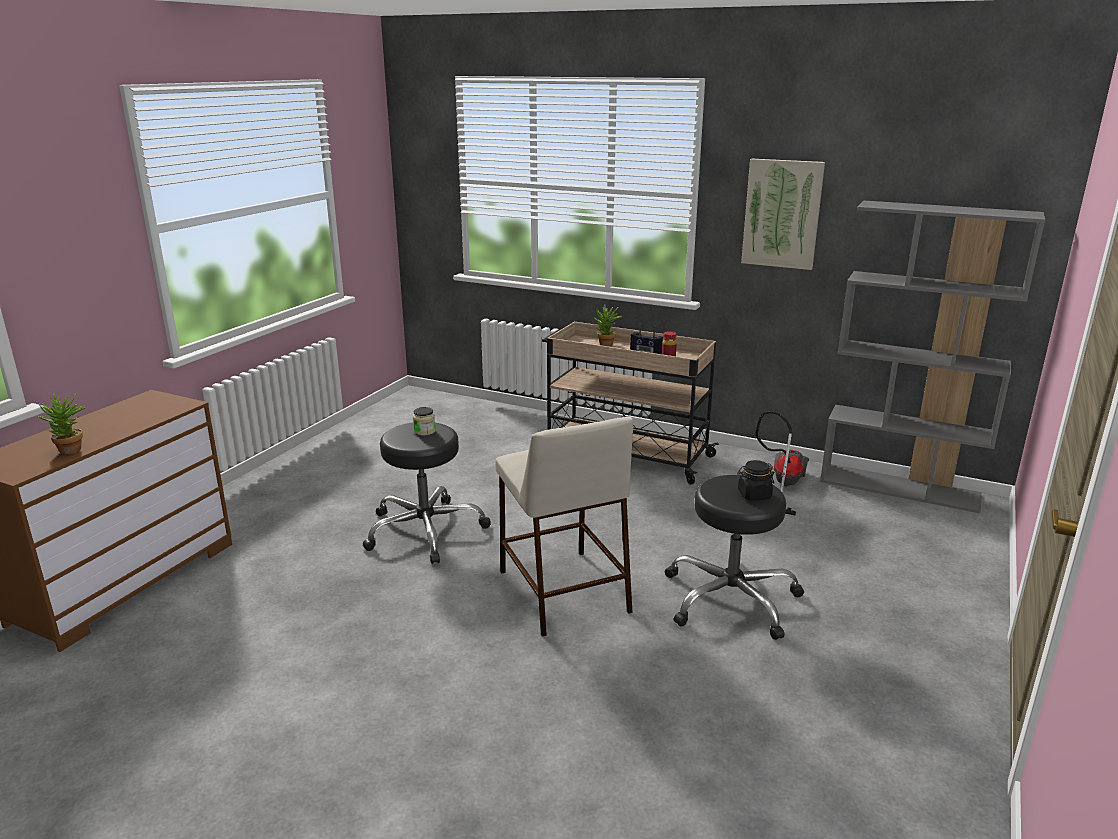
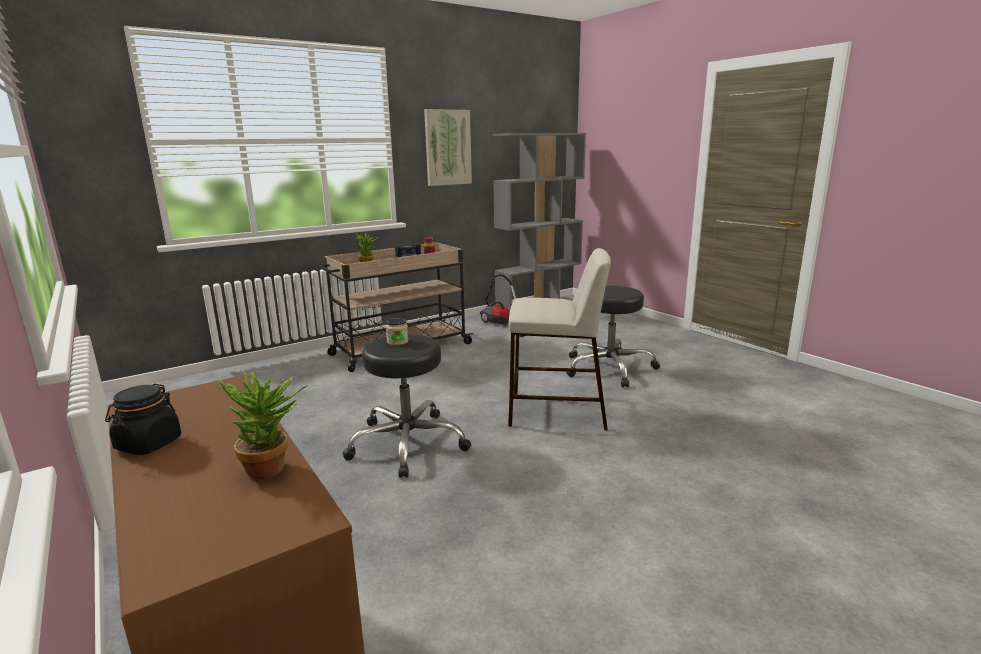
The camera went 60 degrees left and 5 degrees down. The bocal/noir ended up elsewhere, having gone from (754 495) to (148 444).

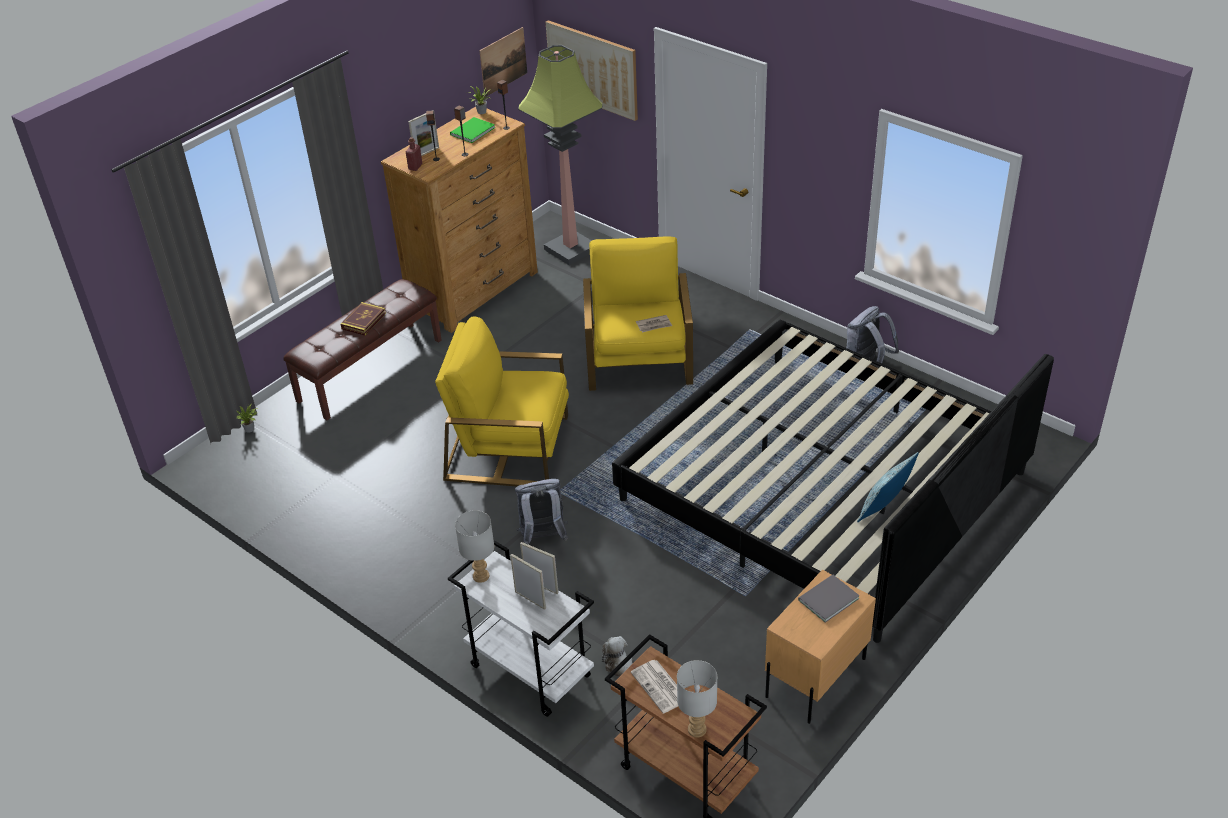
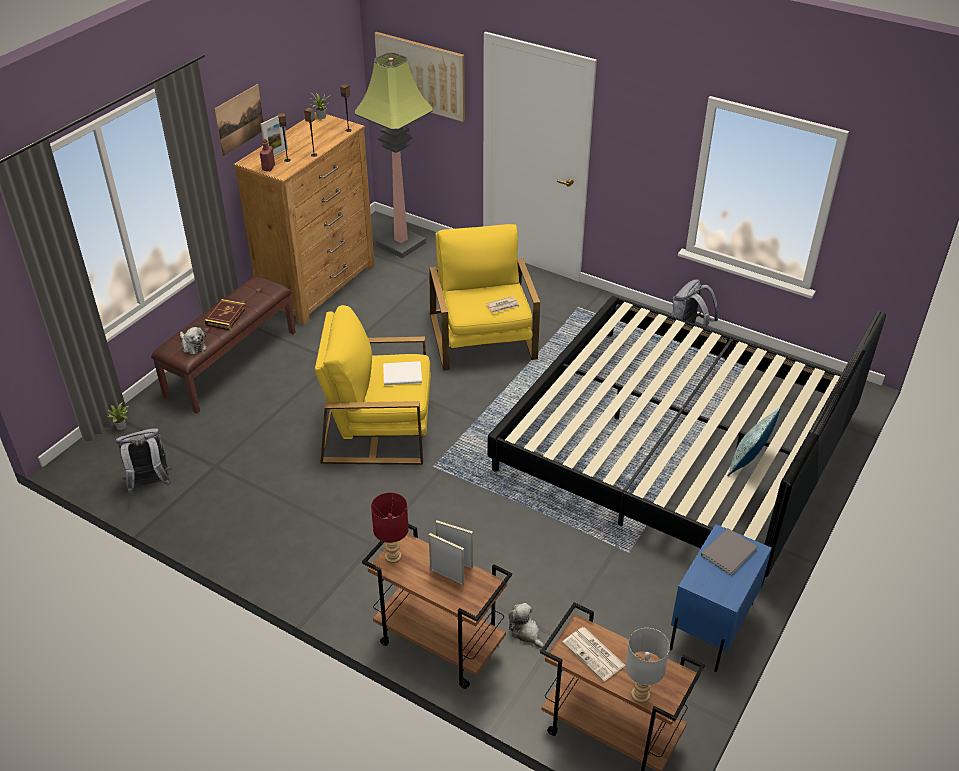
The camera went 10 degrees left and 0 degrees up. The sac à dos/gris ended up elsewhere, having gone from (543 537) to (150 484). The second view gained the peluche at (193 346). The tableau ended up elsewhere, having gone from (503 61) to (239 119). What was the chariot/blanc at (529 671) turned into the chariot/marron at (438 644). What was the lampe de table/gris at (480 576) turned into the lampe de table/rouge at (392 556). The second view gained the livre/blanc at (403 375). What was the table de chevet/beige at (815 677) turned into the table de chevet/bleu at (711 626). The second view lost the livre/vert at (471 131).

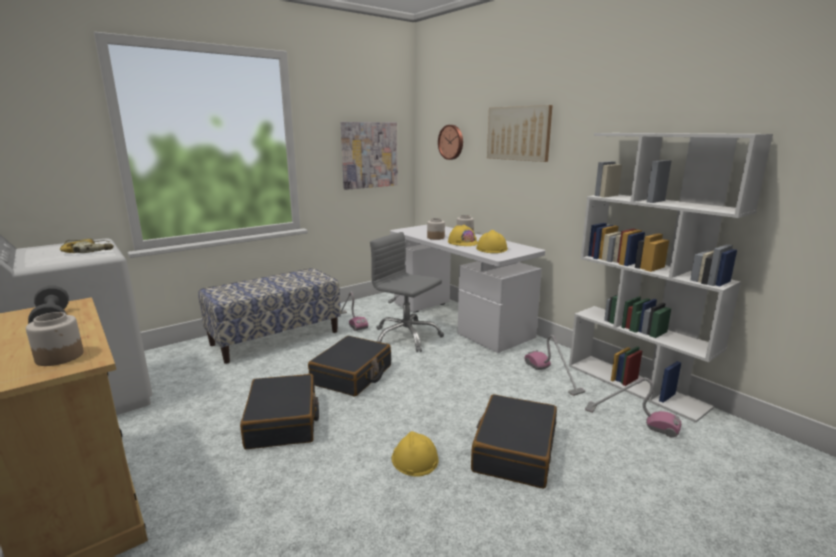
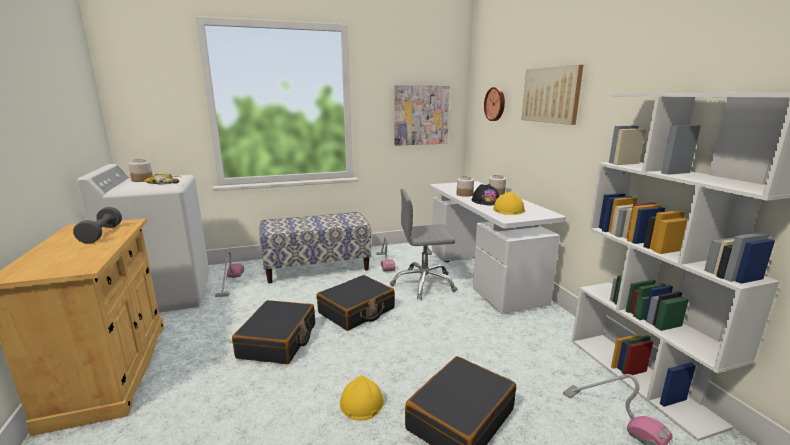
The camera went 20 degrees right and 0 degrees up. The bocal ended up elsewhere, having gone from (60 356) to (142 180). The aspirateur ended up elsewhere, having gone from (553 376) to (230 283). The chaise de bureau/gris at (406 337) ended up facing another way, 60 degrees counterclockwise from before. What was the casque de chantier/jaune at (462 242) turned into the casque de chantier/noir at (486 201).

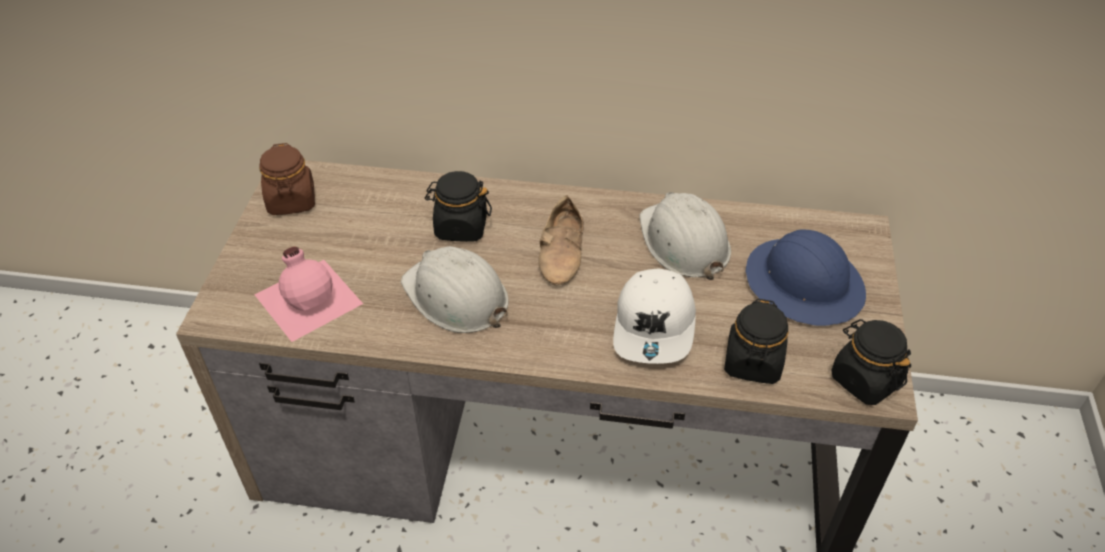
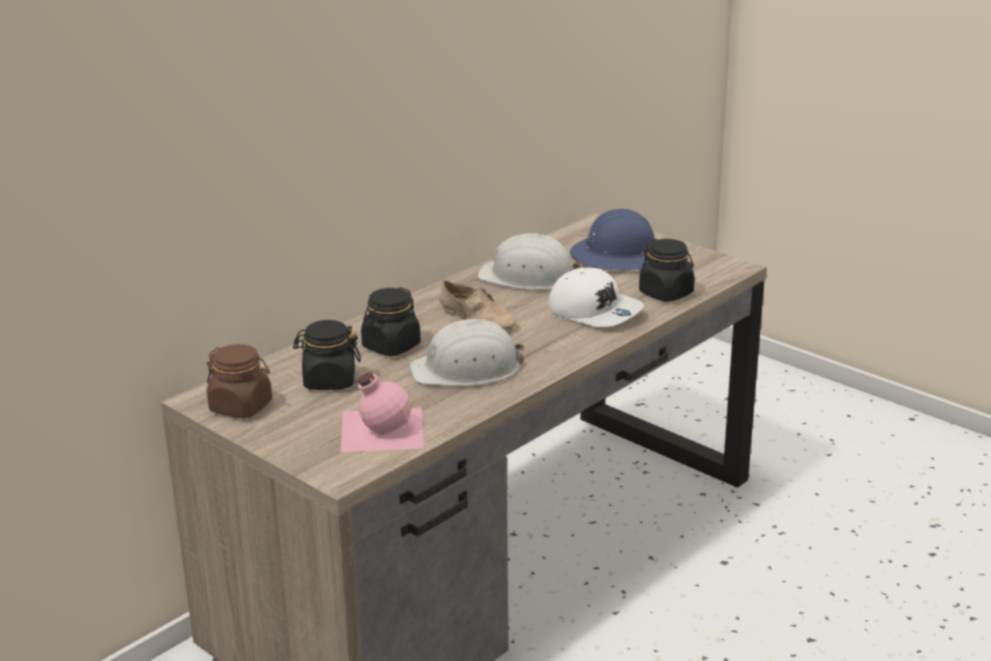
The camera went 55 degrees left and 20 degrees down. The bocal/noir ended up elsewhere, having gone from (865 380) to (329 381).

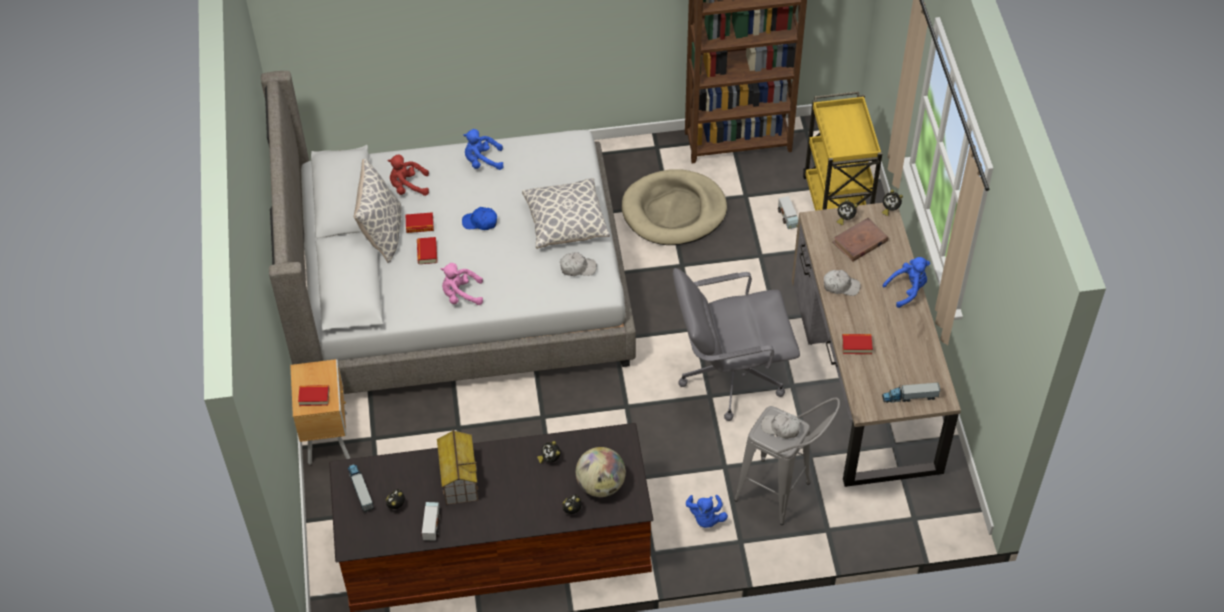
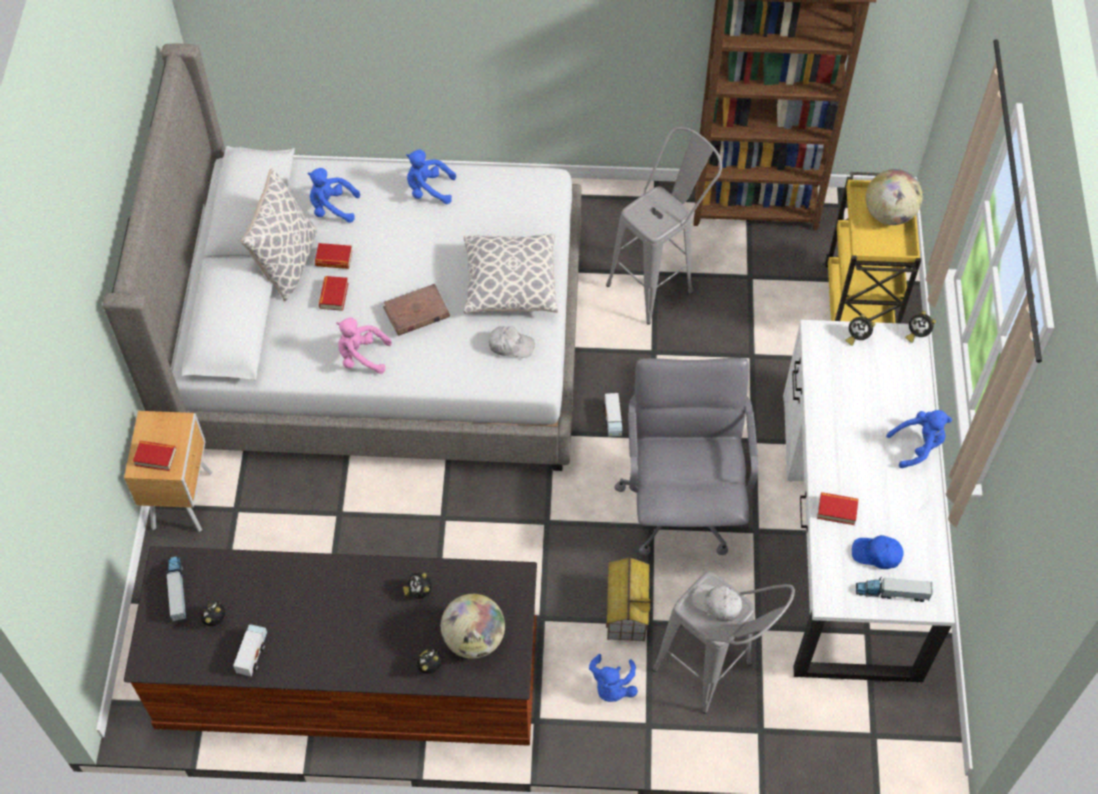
The camera went 10 degrees right and 5 degrees up. What was the peluche/rouge at (408 186) turned into the peluche/bleu at (332 208). The livre/marron ended up elsewhere, having gone from (860 242) to (416 312). The camion jouet ended up elsewhere, having gone from (788 217) to (613 420). Where the panier pour chien/beige stood at (674 211), the tabouret/gris came to stand at (659 282). The maison miniature ended up elsewhere, having gone from (459 479) to (626 610). The chaise de bureau/gris at (730 375) ended up facing another way, 90 degrees clockwise from before. What was the bureau/marron at (864 374) turned into the bureau/blanc at (849 532). The casquette/bleu ended up elsewhere, having gone from (480 222) to (876 554). The second view gained the globe at (889 214). The second view lost the casquette/blanc at (840 286).

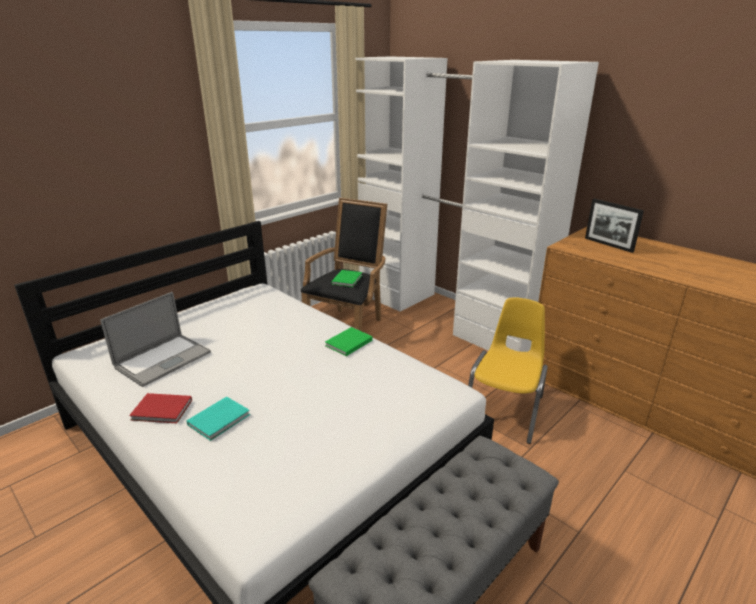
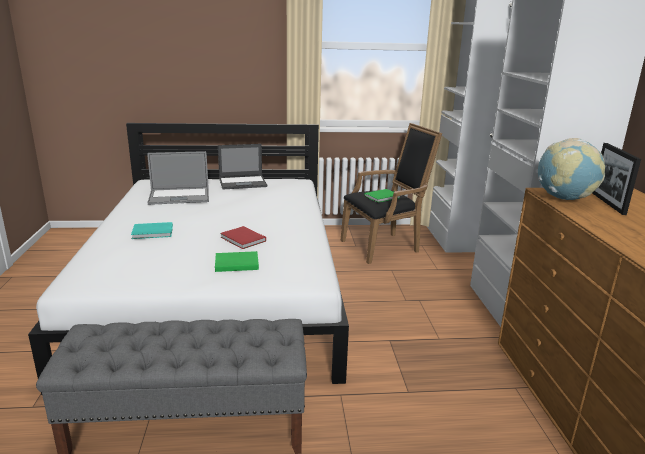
The camera went 40 degrees right and 5 degrees down. The livre/vert ended up elsewhere, having gone from (347 343) to (235 263). The second view gained the ordinateur portable at (243 183). The livre/rouge ended up elsewhere, having gone from (163 410) to (243 240). The second view gained the globe at (564 198). The second view lost the chaise/jaune at (505 410).

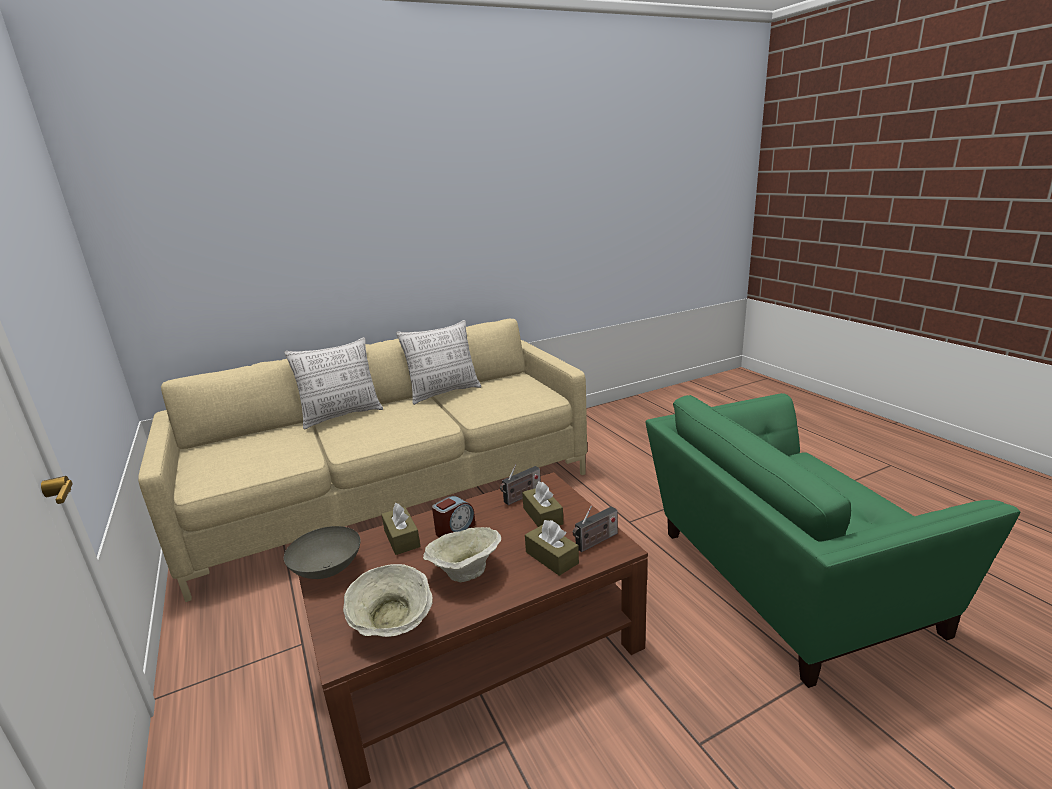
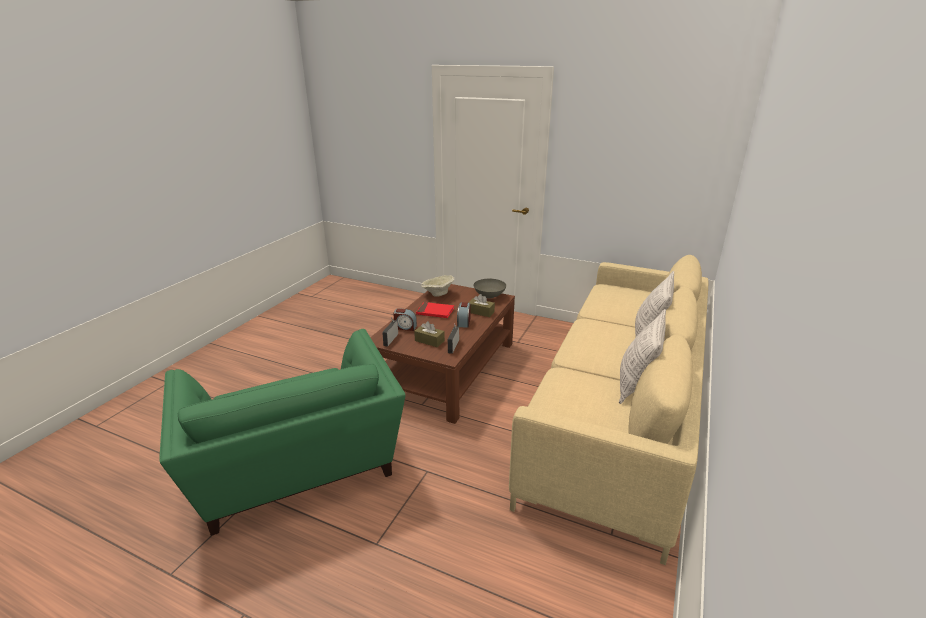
The camera went 140 degrees right and 5 degrees up. The fauteuil/vert at (782 580) ended up facing another way, 120 degrees clockwise from before. Where the boîte à mouchoirs/marron stood at (552 558), the réveil came to stand at (405 327). Where the bol/beige stood at (465 572), the livre/rouge came to stand at (435 312).

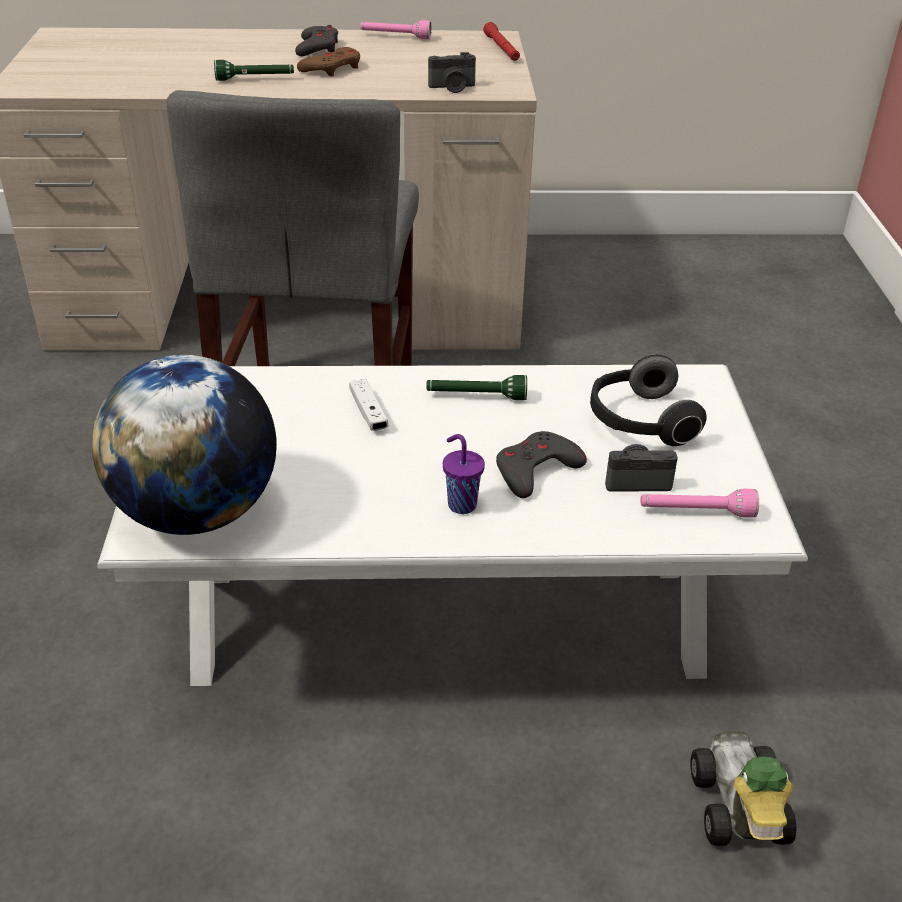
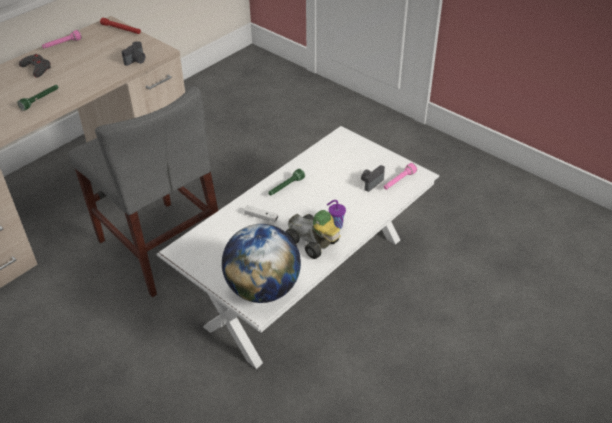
The camera went 45 degrees left and 5 degrees up. The petite voiture ended up elsewhere, having gone from (736 813) to (312 244). The second view lost the manette/marron at (332 68). The second view lost the manette/gris at (536 470). The second view lost the casque audio at (639 422).

